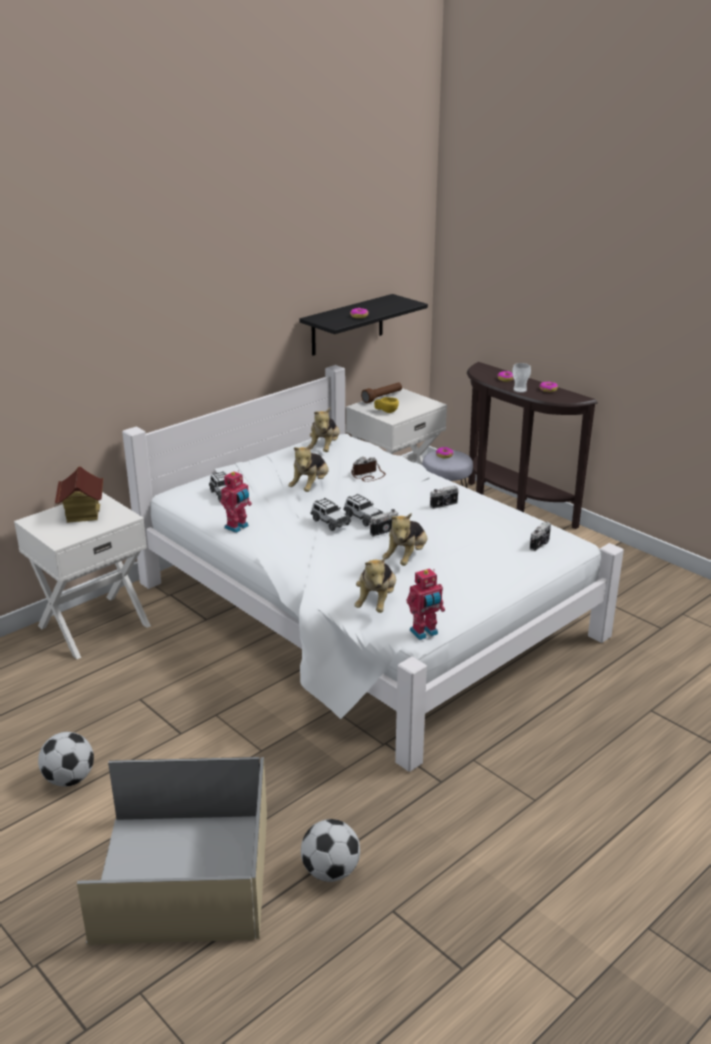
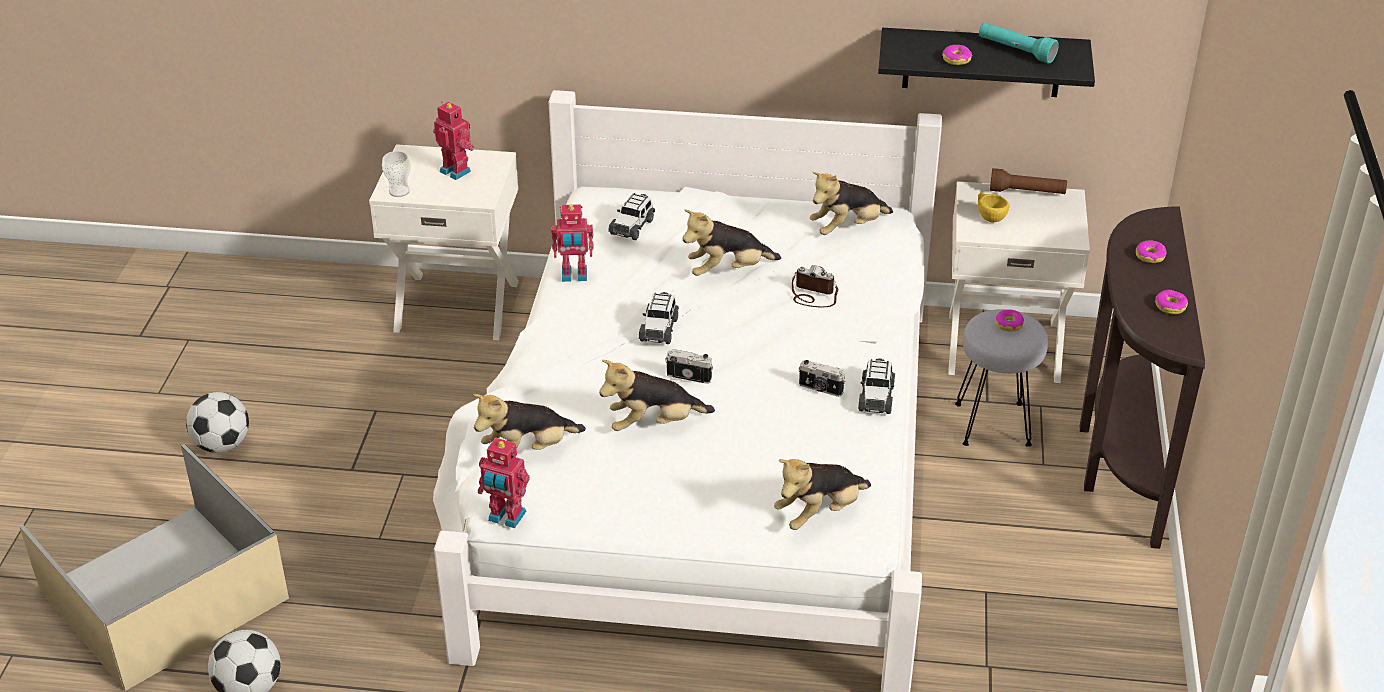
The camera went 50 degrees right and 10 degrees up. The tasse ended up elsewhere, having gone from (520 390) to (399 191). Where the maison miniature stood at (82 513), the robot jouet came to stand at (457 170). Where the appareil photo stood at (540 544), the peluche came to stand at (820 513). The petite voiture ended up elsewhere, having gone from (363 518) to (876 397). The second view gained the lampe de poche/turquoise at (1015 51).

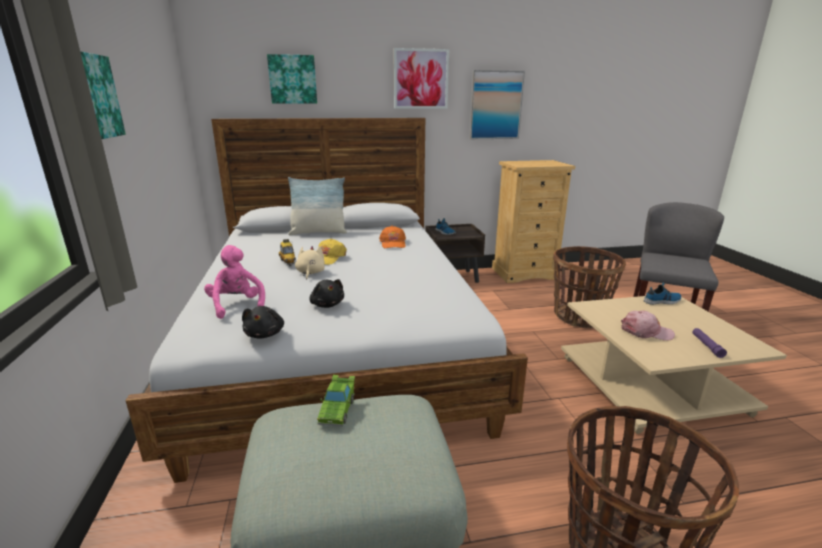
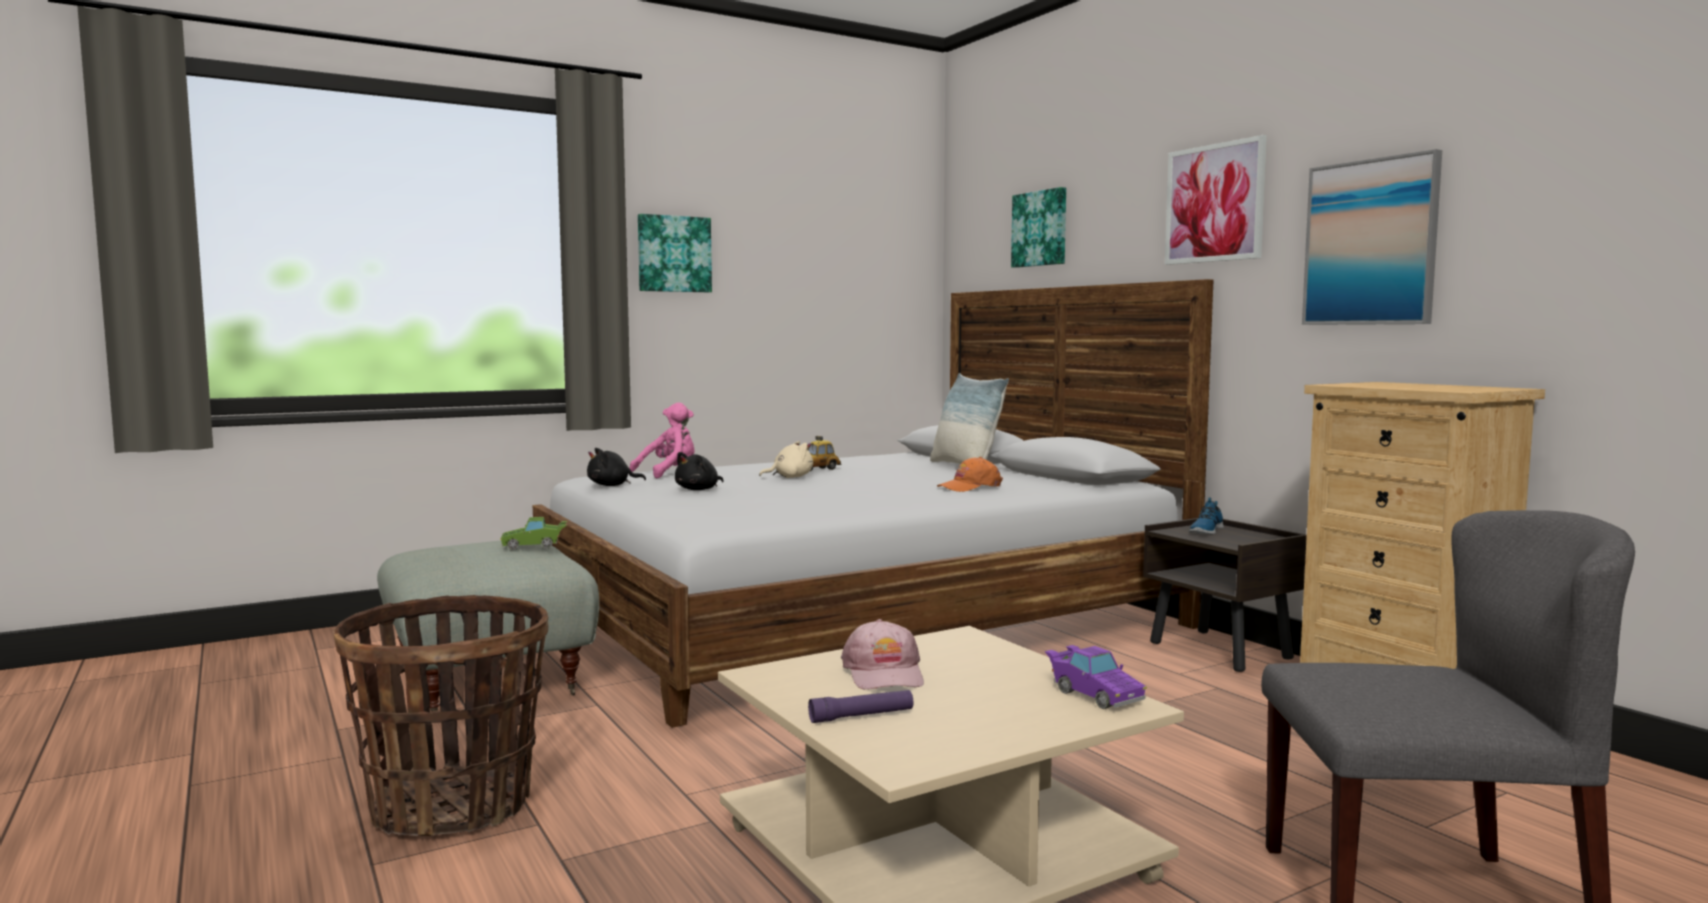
The camera went 70 degrees right and 15 degrees down. Where the chaussure stood at (662 301), the petite voiture/violet came to stand at (1093 694). The second view lost the casquette/jaune at (328 258). The second view lost the panier at (579 317).

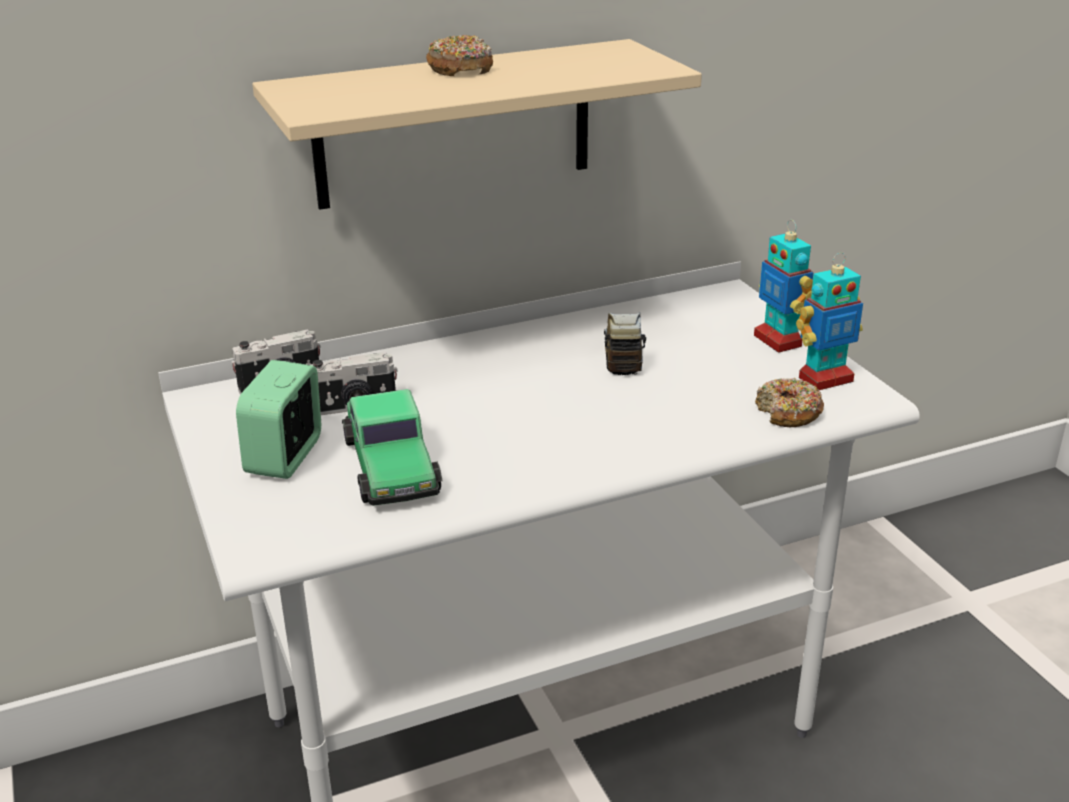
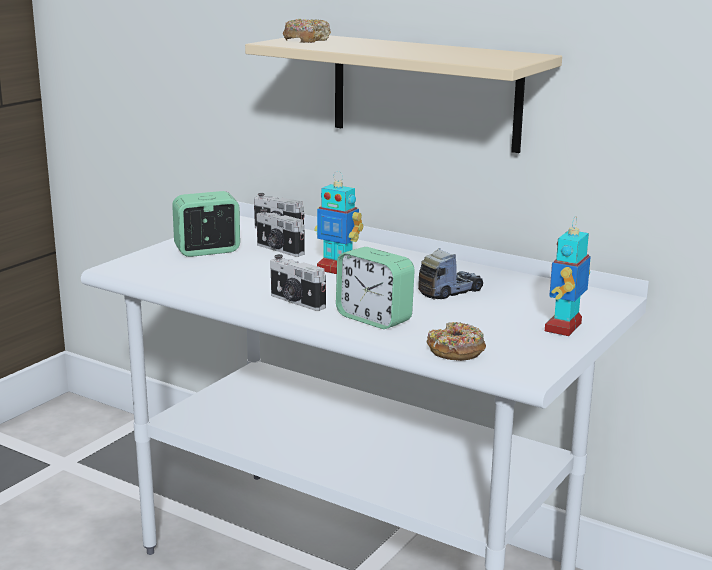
The camera went 55 degrees right and 10 degrees down. The second view gained the appareil photo at (296 302). The beignet ended up elsewhere, having gone from (460 68) to (306 40). The robot jouet ended up elsewhere, having gone from (824 379) to (337 269). The second view gained the réveil at (374 318). The second view lost the petite voiture at (391 466).

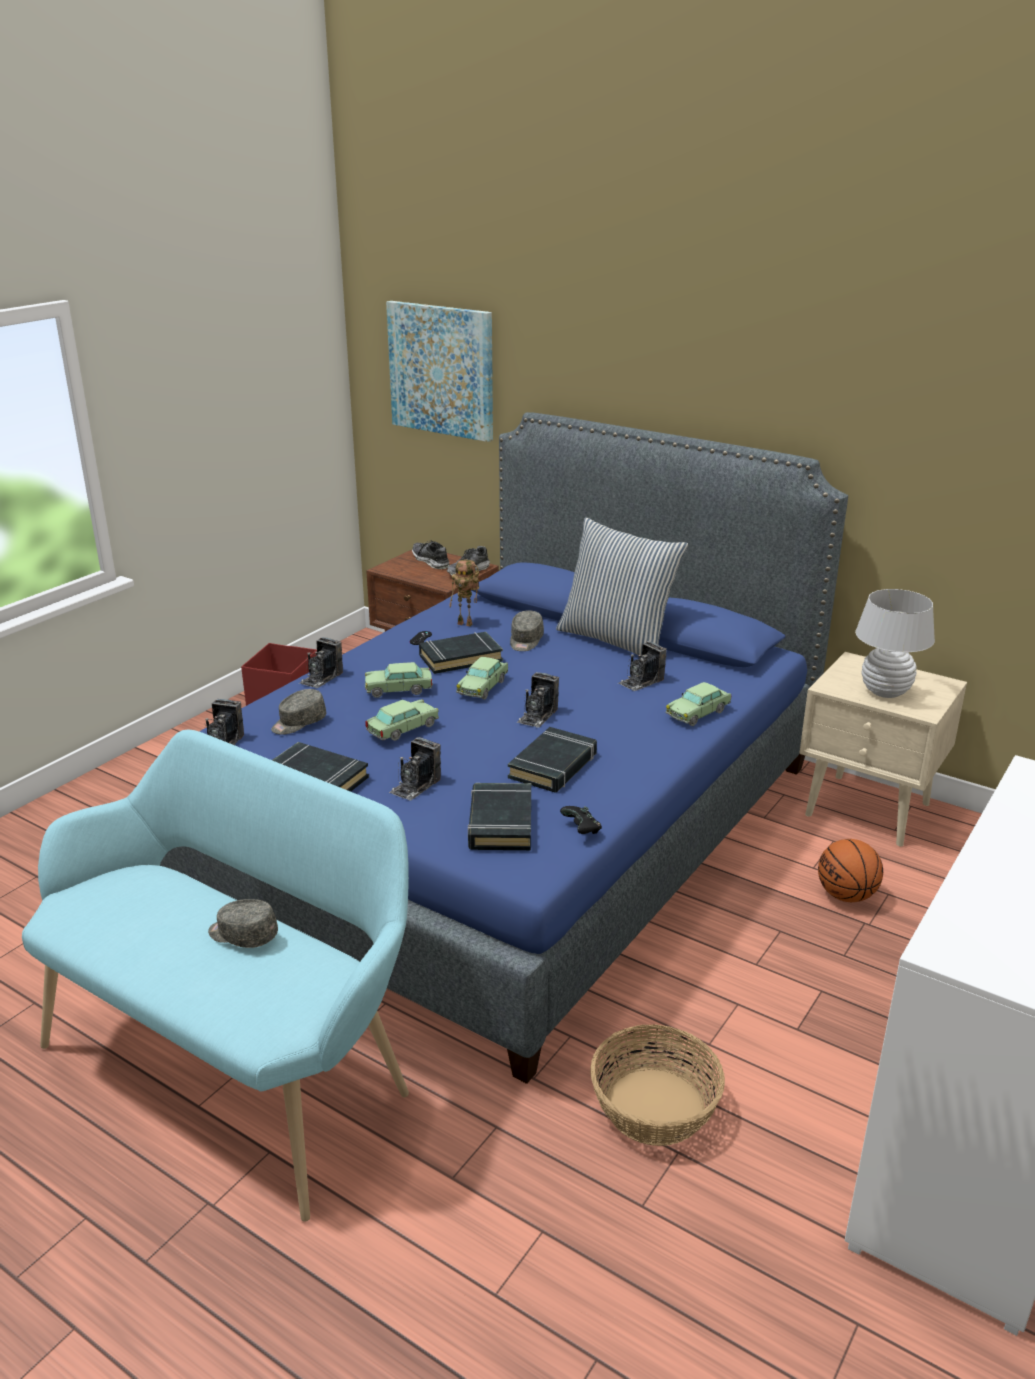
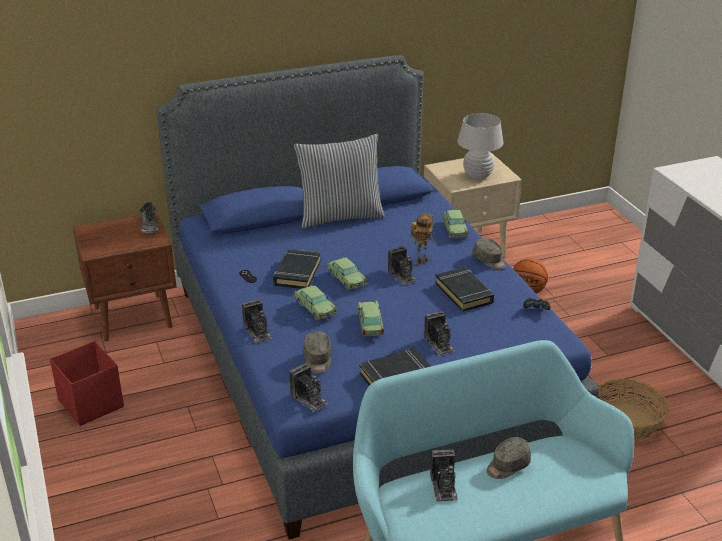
The camera went 55 degrees left and 5 degrees up. The petite voiture at (398 689) ended up facing another way, 60 degrees counterclockwise from before. The robot jouet ended up elsewhere, having gone from (466 624) to (421 261). The appareil photo ended up elsewhere, having gone from (641 681) to (444 487). The casquette/gris ended up elsewhere, having gone from (525 641) to (489 260). The second view lost the tableau at (442 370). The second view lost the chaussure at (430 561). The second view lost the livre/noir at (500 823).

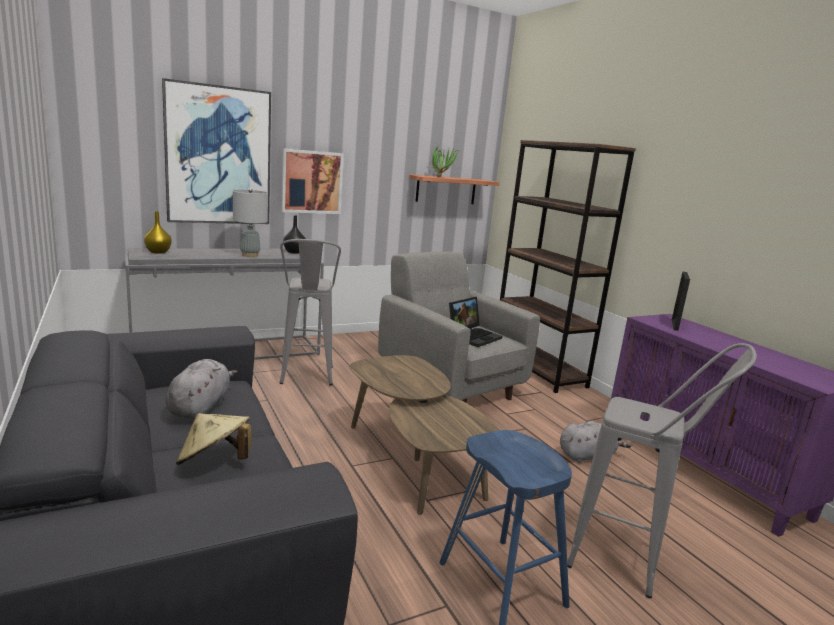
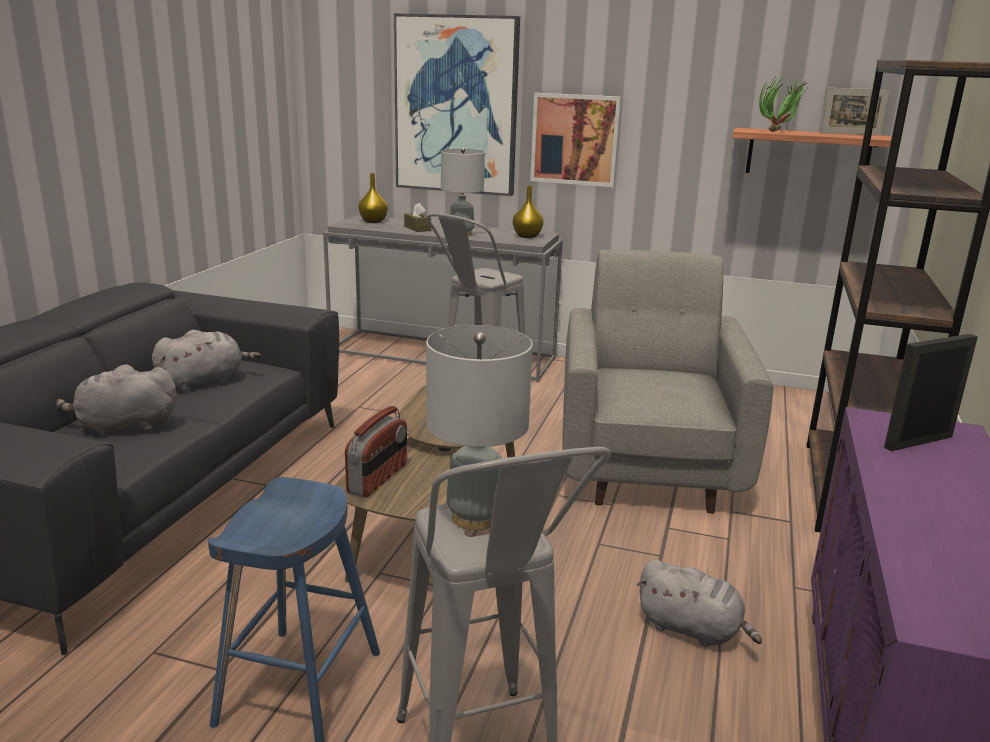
The camera went 45 degrees right and 5 degrees up. Where the chapeau/beige stood at (214 462), the peluche/gris came to stand at (123 427). The second view gained the radio at (378 478). The second view gained the boîte à mouchoirs/marron at (417 228). The second view gained the lampe de table/gris at (475 517). What was the vase/noir at (294 252) turned into the vase/jaune at (527 236). The second view gained the cadre photo at (850 134). The second view lost the ordinateur portable at (473 336).

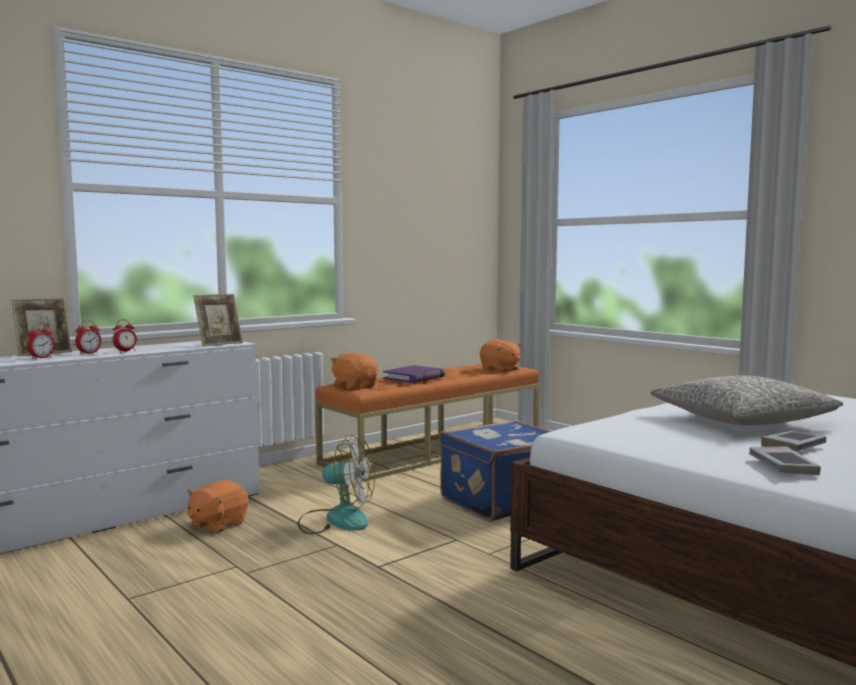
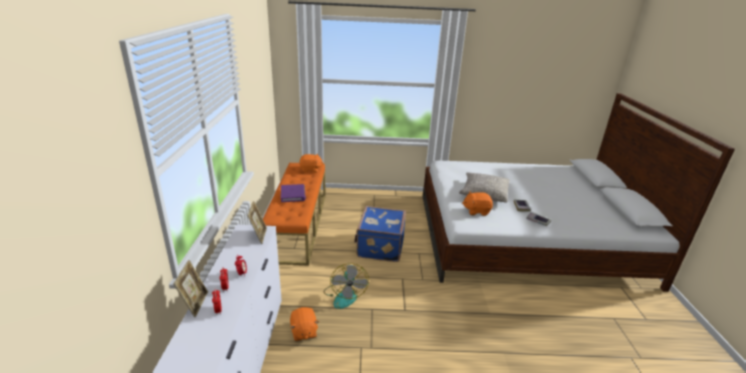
The camera went 50 degrees left and 20 degrees up. The ventilateur at (336 520) ended up facing another way, 120 degrees clockwise from before. The peluche/orange ended up elsewhere, having gone from (354 386) to (476 211).

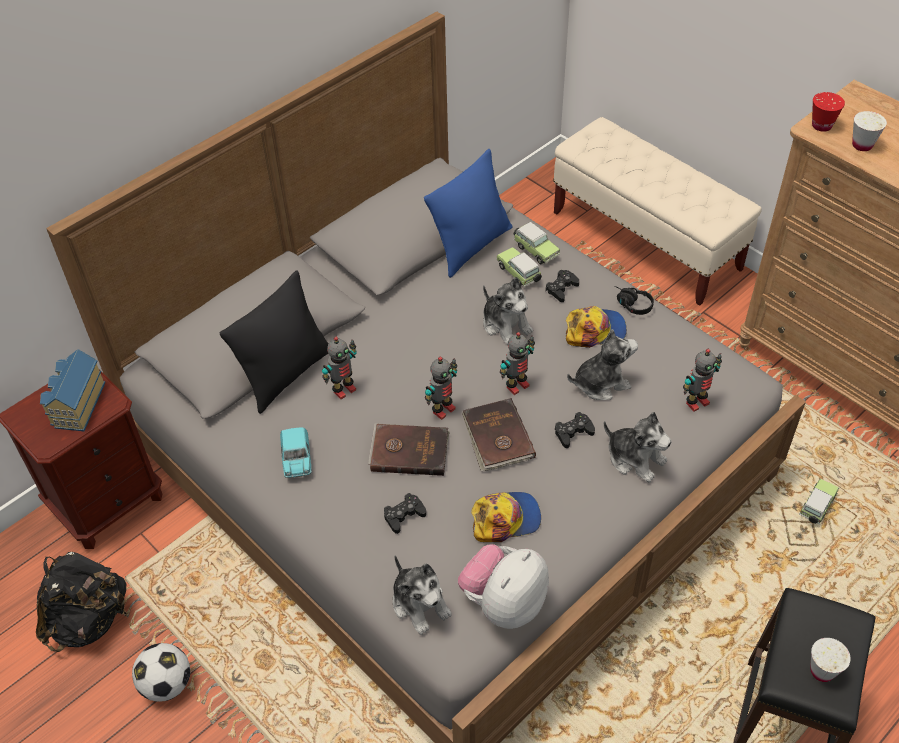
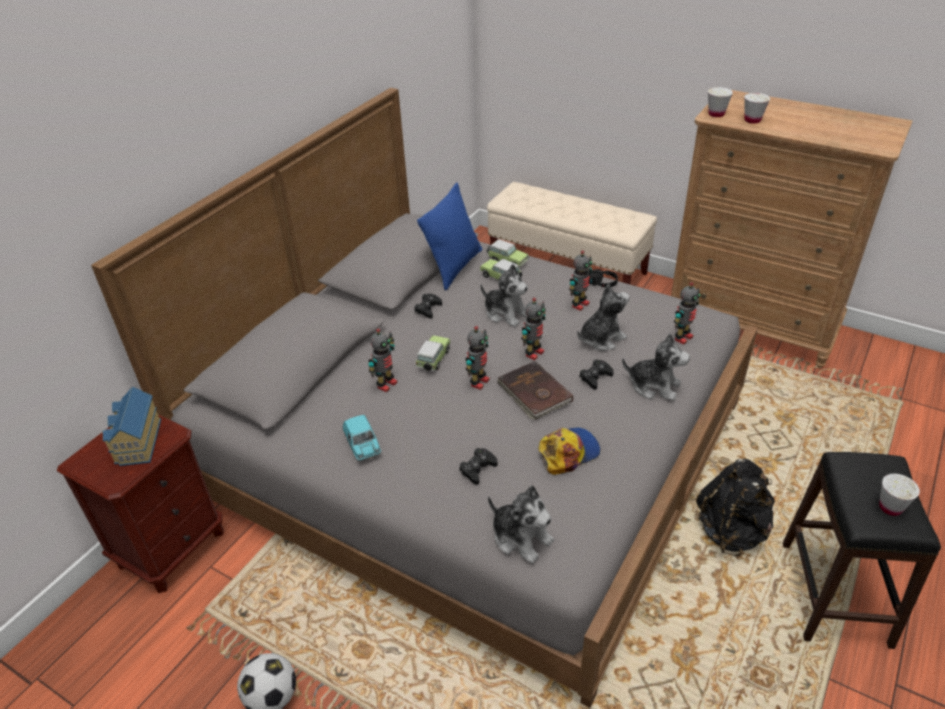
The camera went 15 degrees left and 10 degrees down. The manette/noir ended up elsewhere, having gone from (561 289) to (428 309). The petite voiture ended up elsewhere, having gone from (816 507) to (433 360). Where the casquette stood at (595 330), the robot jouet came to stand at (579 304). The sac à dos/noir ended up elsewhere, having gone from (89 620) to (732 530). What was the tasse/rouge at (821 125) turned into the tasse/blanc at (716 114). The second view lost the coussin/noir at (286 374). The second view lost the livre/marron at (409 451). The second view lost the peluche at (504 603).

